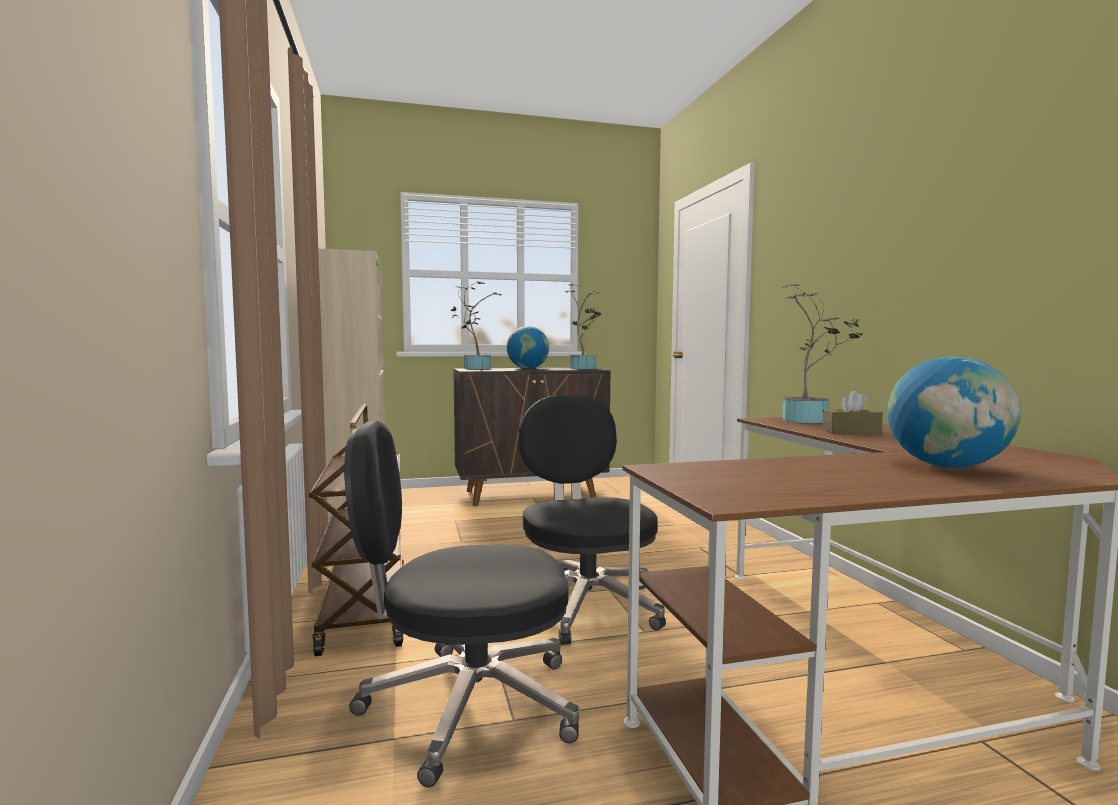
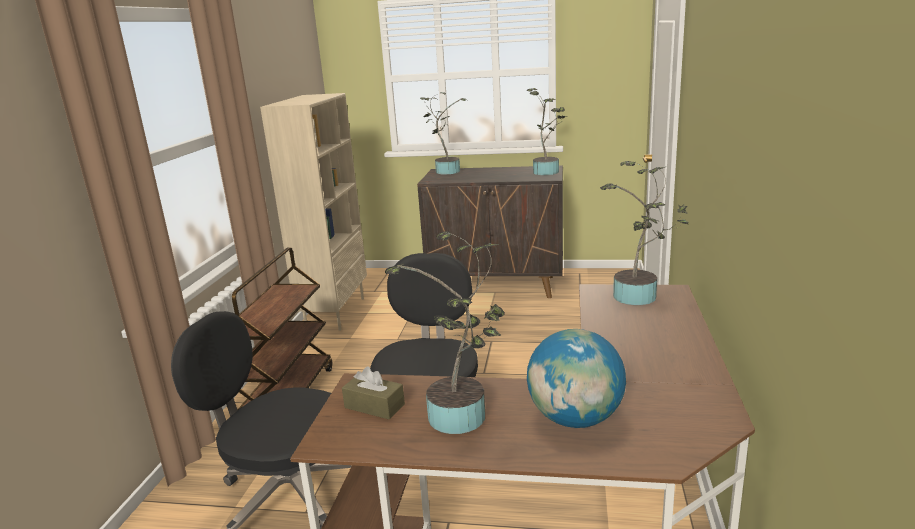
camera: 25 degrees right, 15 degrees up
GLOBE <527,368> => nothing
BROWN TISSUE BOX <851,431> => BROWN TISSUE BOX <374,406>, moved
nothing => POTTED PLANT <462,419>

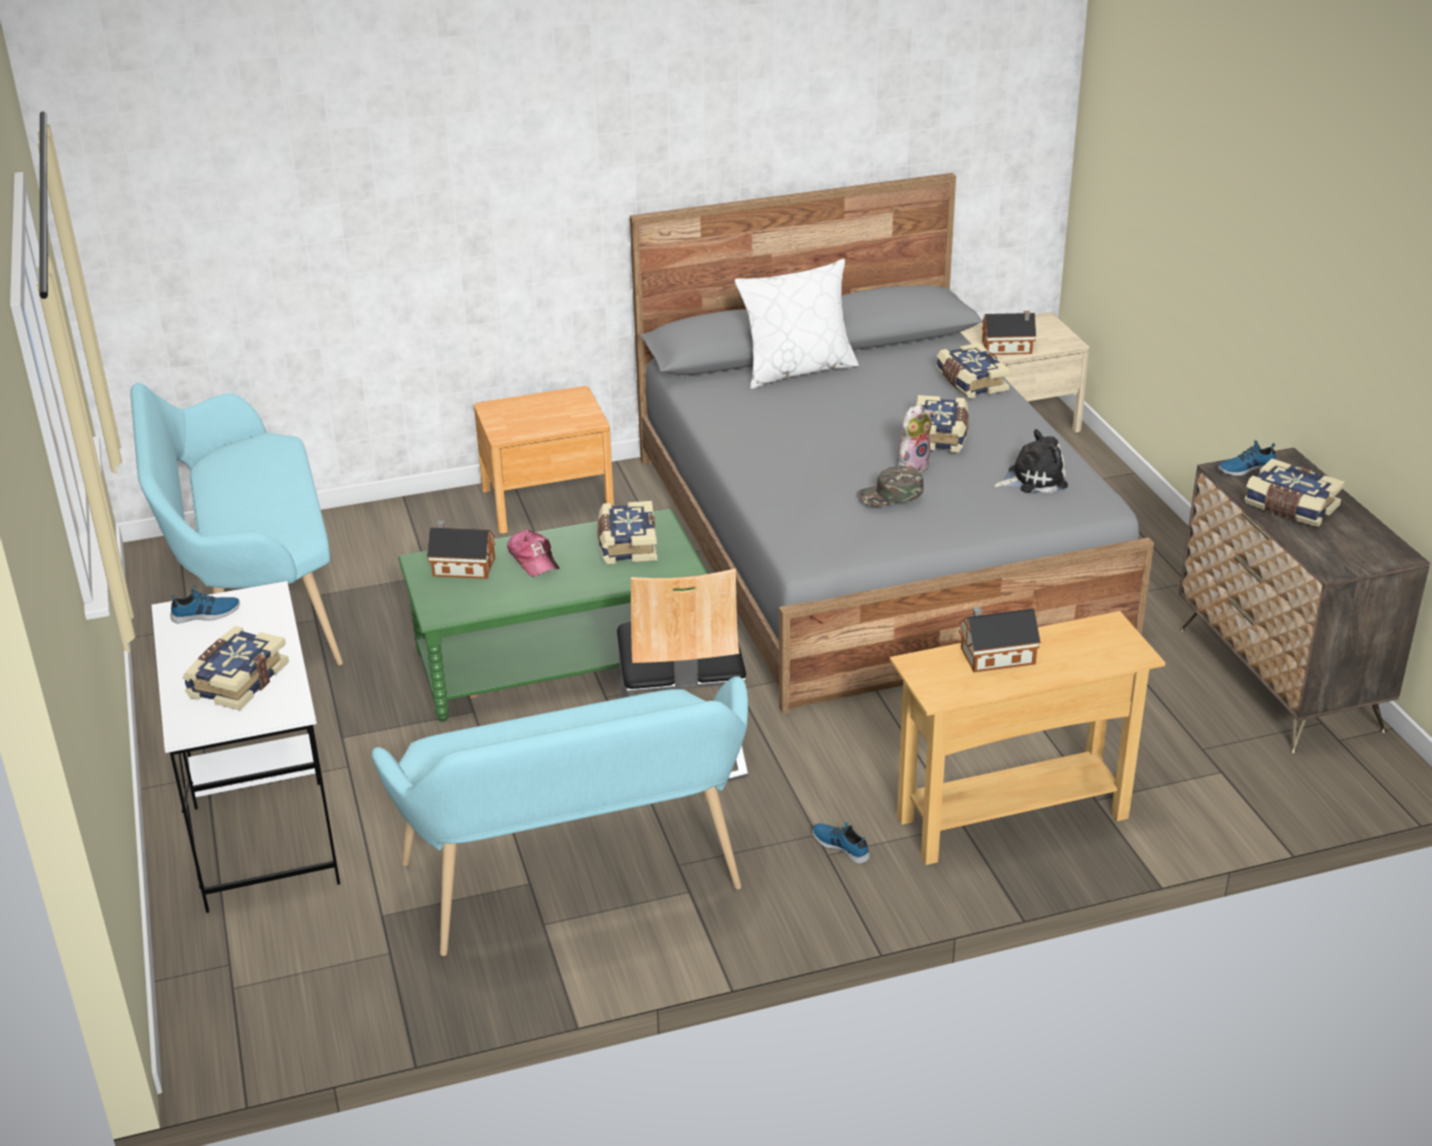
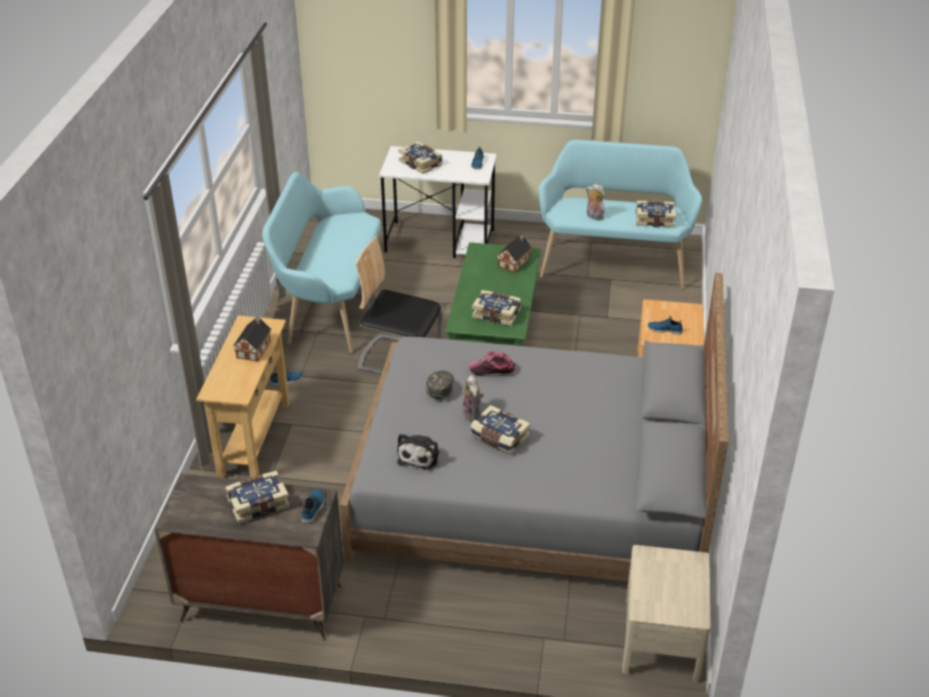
camera: 115 degrees right, 5 degrees up
CAP <533,559> => CAP <492,368>, moved
WHITE PILLOW <797,370> => nothing
BOOK <970,382> => BOOK <654,219>, moved
TOY HOUSE <1009,348> => nothing
nothing => PLUSH TOY <594,217>
nothing => SHOE <665,329>

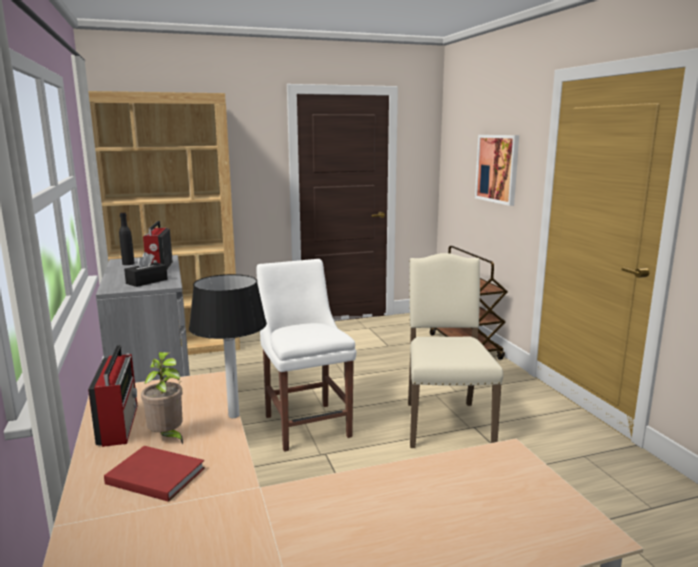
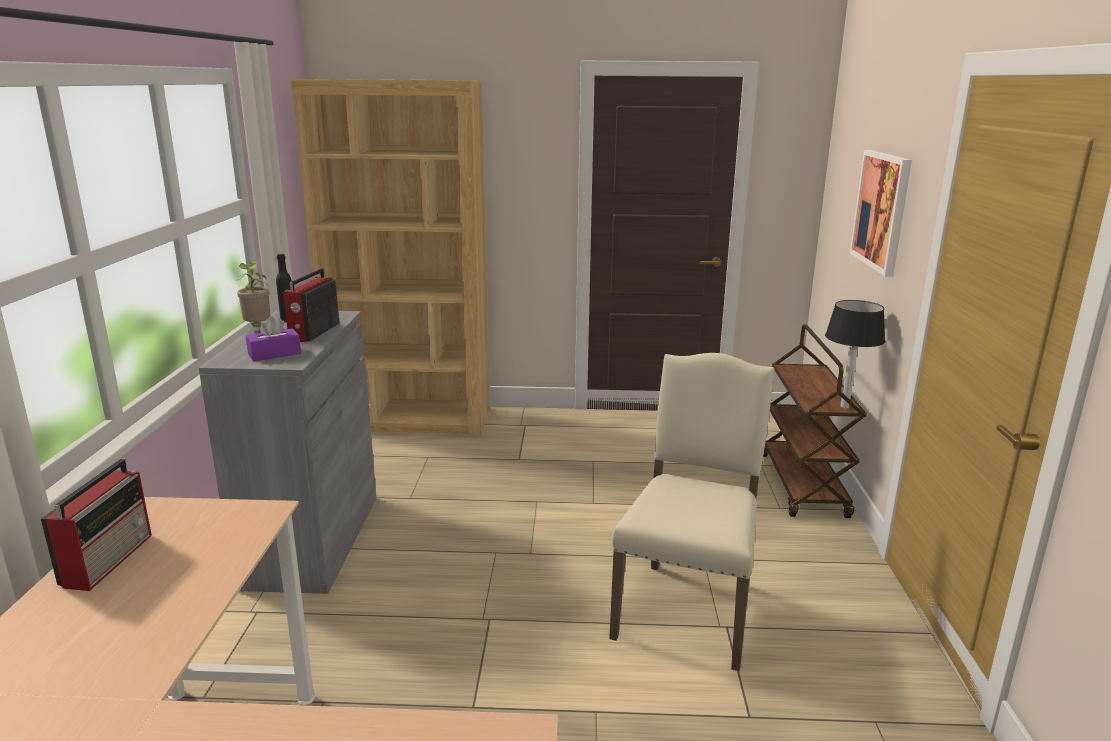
camera: 20 degrees right, 5 degrees up
RED BOOK <155,475> => nothing
BLACK TISSUE BOX <147,281> => PURPLE TISSUE BOX <274,354>
POTTED PLANT <167,438> => POTTED PLANT <258,329>, moved
TABLE LAMP <233,415> => TABLE LAMP <844,406>, moved
WHITE CHAIR <306,423> => nothing

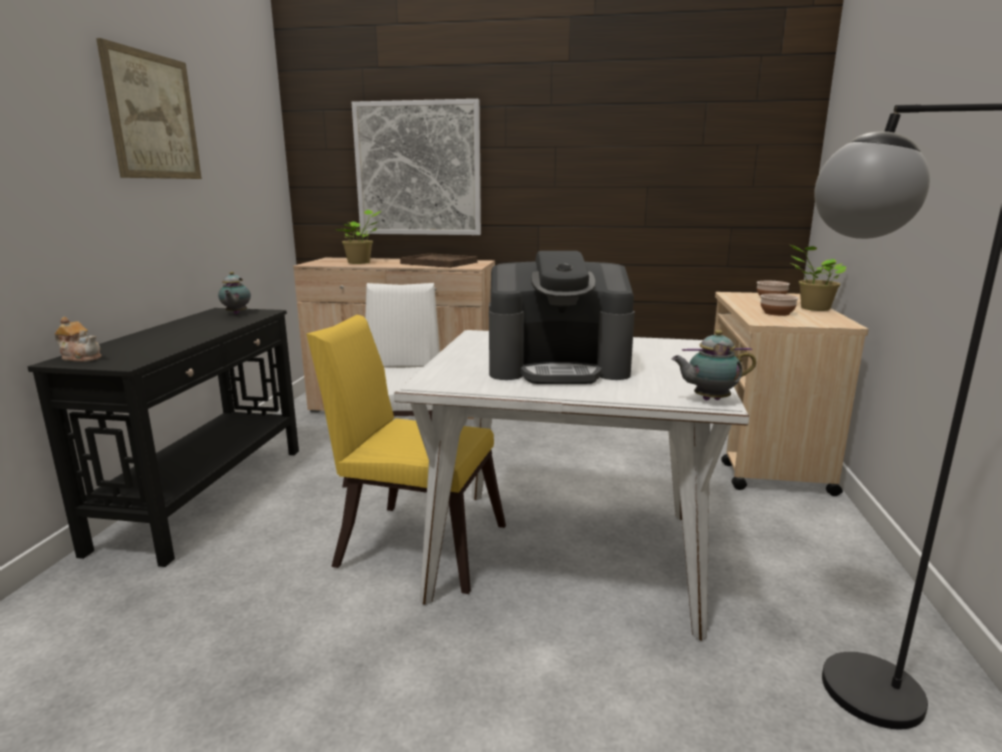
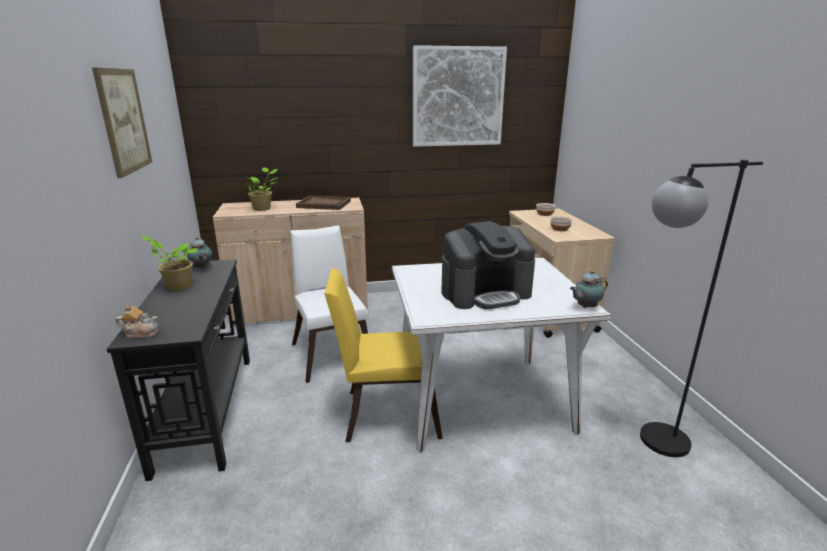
camera: 20 degrees left, 5 degrees up
PICTURE <418,169> => PICTURE <458,97>, moved
POTTED PLANT <812,308> => POTTED PLANT <177,286>, moved

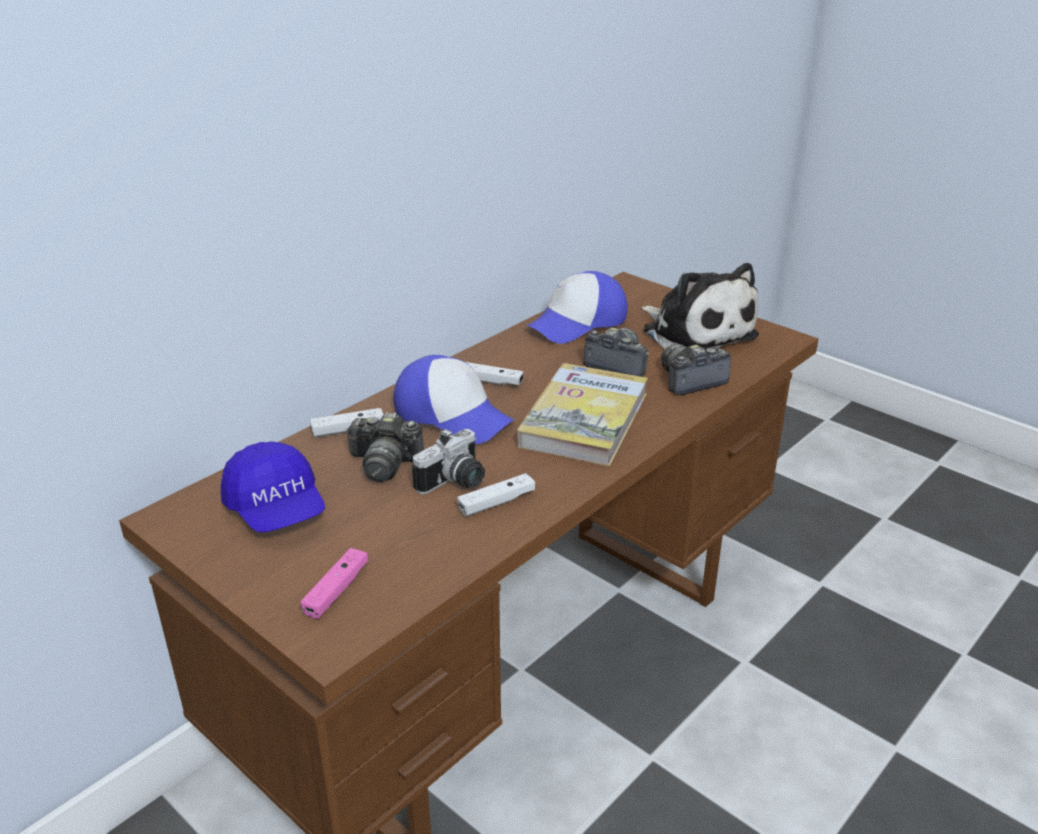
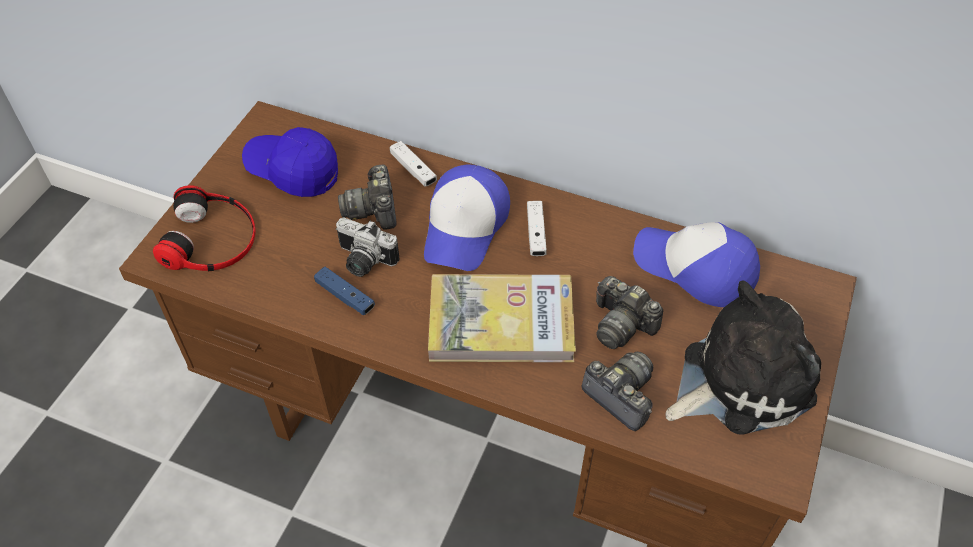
camera: 70 degrees right, 20 degrees up
BLUE CAP <277,509> => BLUE CAP <293,172>, 75 degrees clockwise
PINK GAME CONTROLLER <336,590> => HEADPHONES <211,239>
WHITE GAME CONTROLLER <496,502> => BLUE GAME CONTROLLER <345,296>
PHOTO CAMERA <617,365> => PHOTO CAMERA <621,324>, 120 degrees clockwise
PLUSH TOY <695,332> => PLUSH TOY <739,379>, 150 degrees counterclockwise

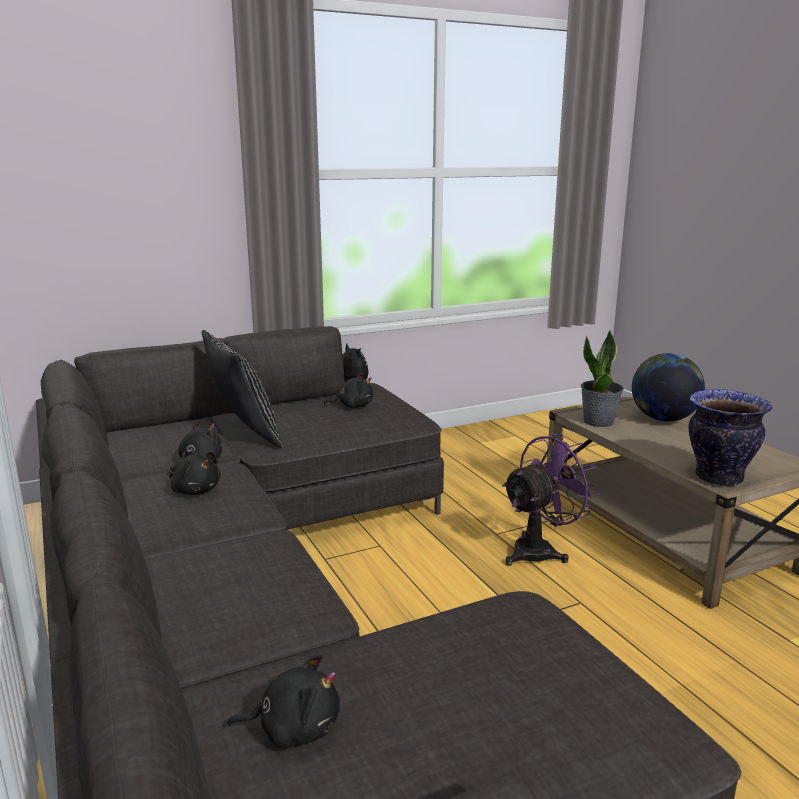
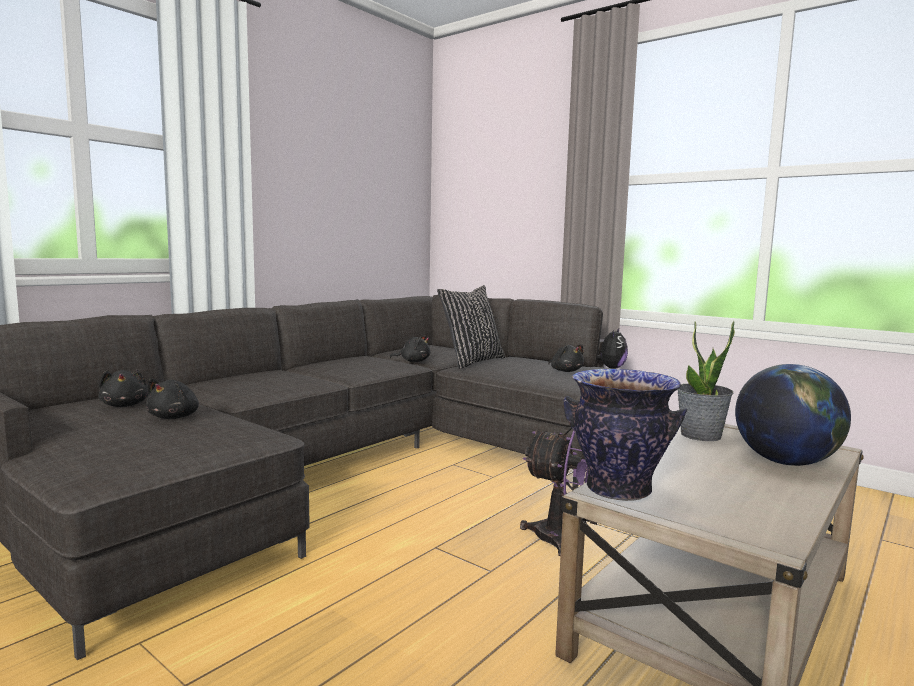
camera: 65 degrees right, 10 degrees down
BLACK PLUSH TOY <195,490> => BLACK PLUSH TOY <175,417>, moved

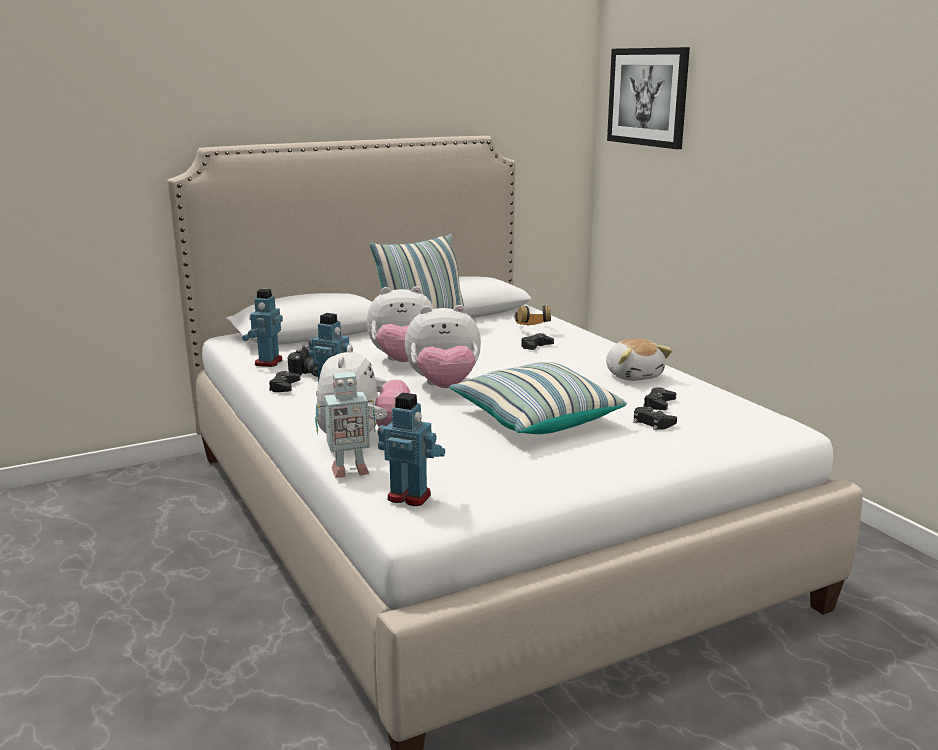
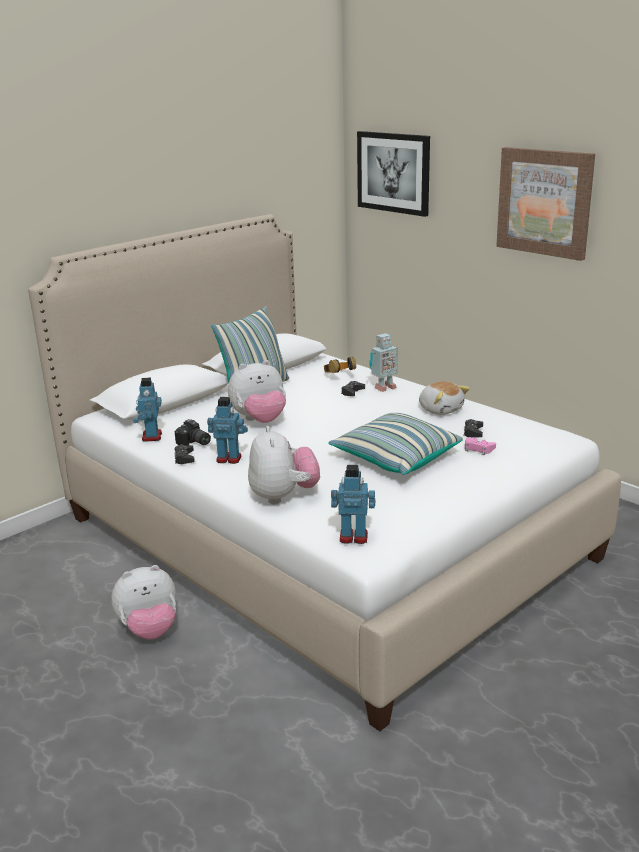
camera: 15 degrees left, 5 degrees up
TOY ROBOT <348,470> => TOY ROBOT <383,388>, moved
PLUSH TOY <444,386> => PLUSH TOY <149,630>, moved
BLACK GAME CONTROLLER <652,423> => PINK GAME CONTROLLER <478,449>
nothing => PICTURE <545,202>

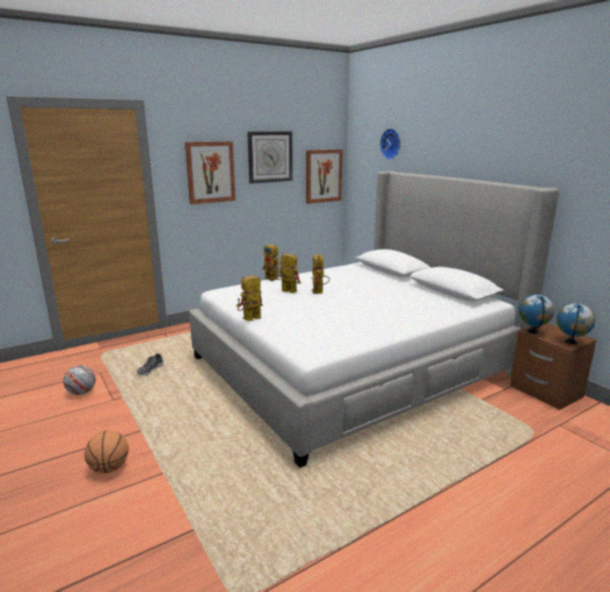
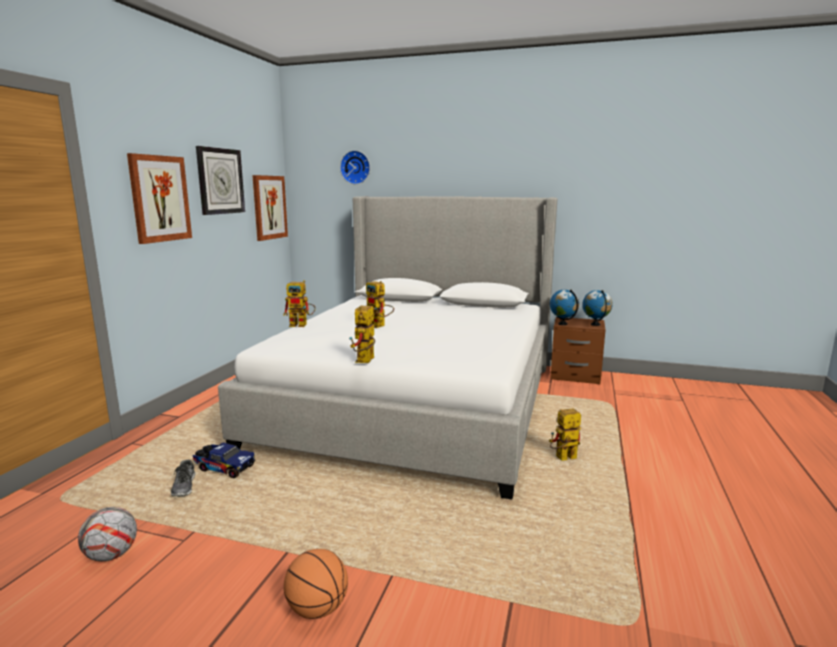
camera: 40 degrees left, 5 degrees down
TOY ROBOT <285,291> => TOY ROBOT <562,459>, moved
nothing => TOY TRUCK <224,468>

